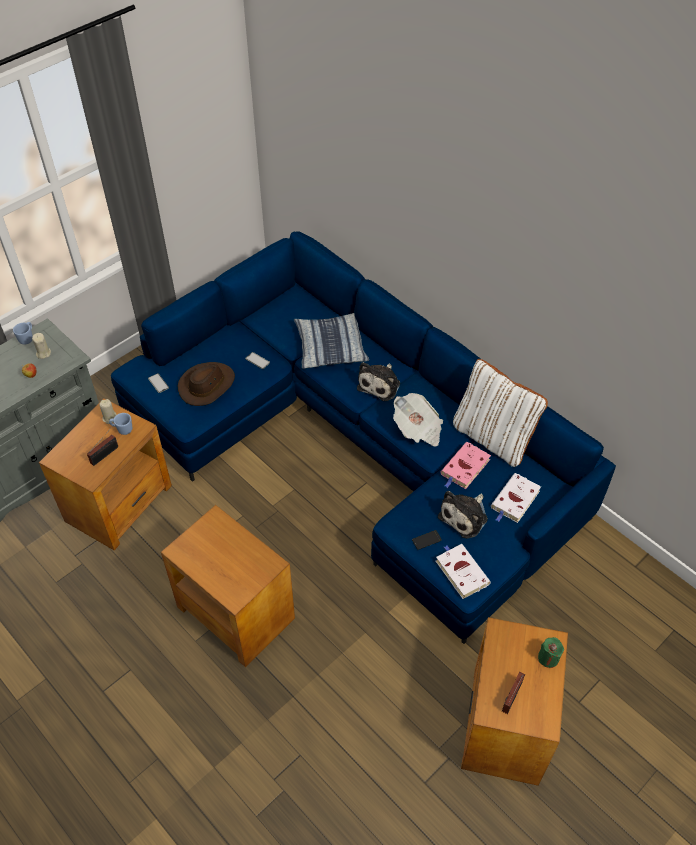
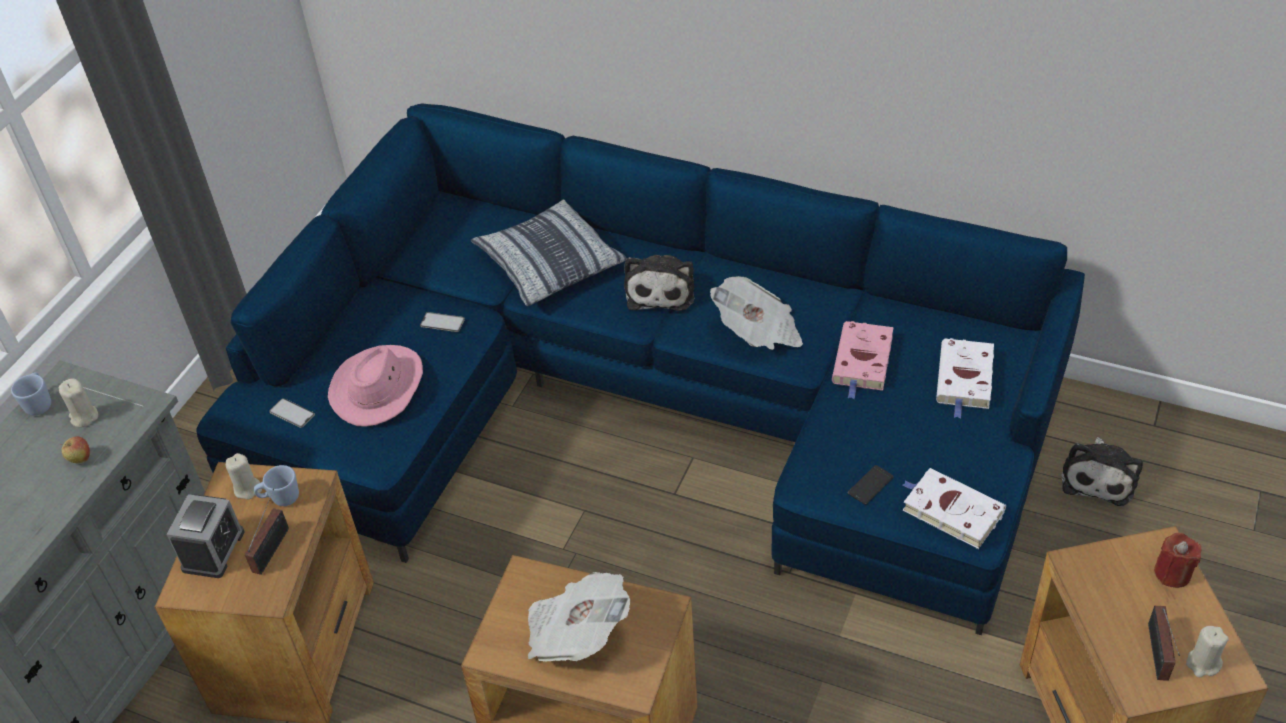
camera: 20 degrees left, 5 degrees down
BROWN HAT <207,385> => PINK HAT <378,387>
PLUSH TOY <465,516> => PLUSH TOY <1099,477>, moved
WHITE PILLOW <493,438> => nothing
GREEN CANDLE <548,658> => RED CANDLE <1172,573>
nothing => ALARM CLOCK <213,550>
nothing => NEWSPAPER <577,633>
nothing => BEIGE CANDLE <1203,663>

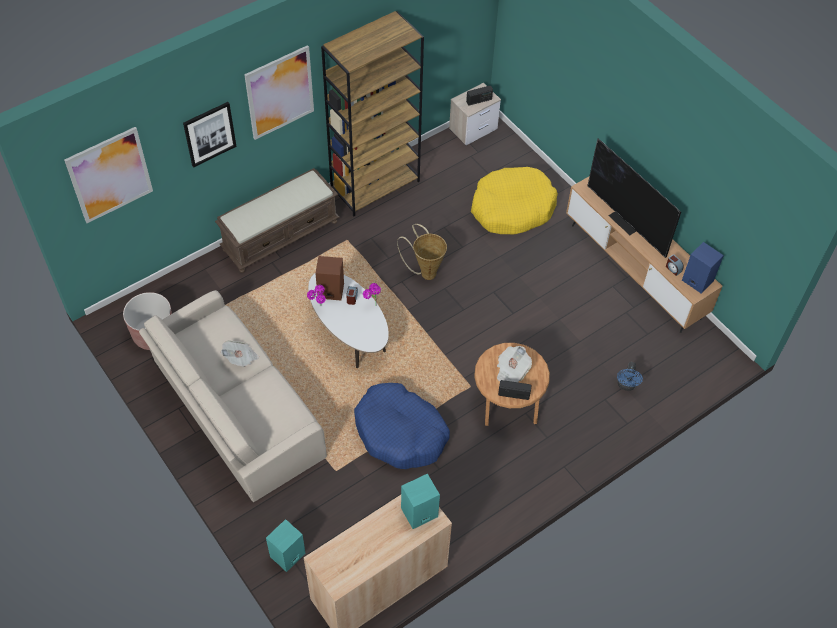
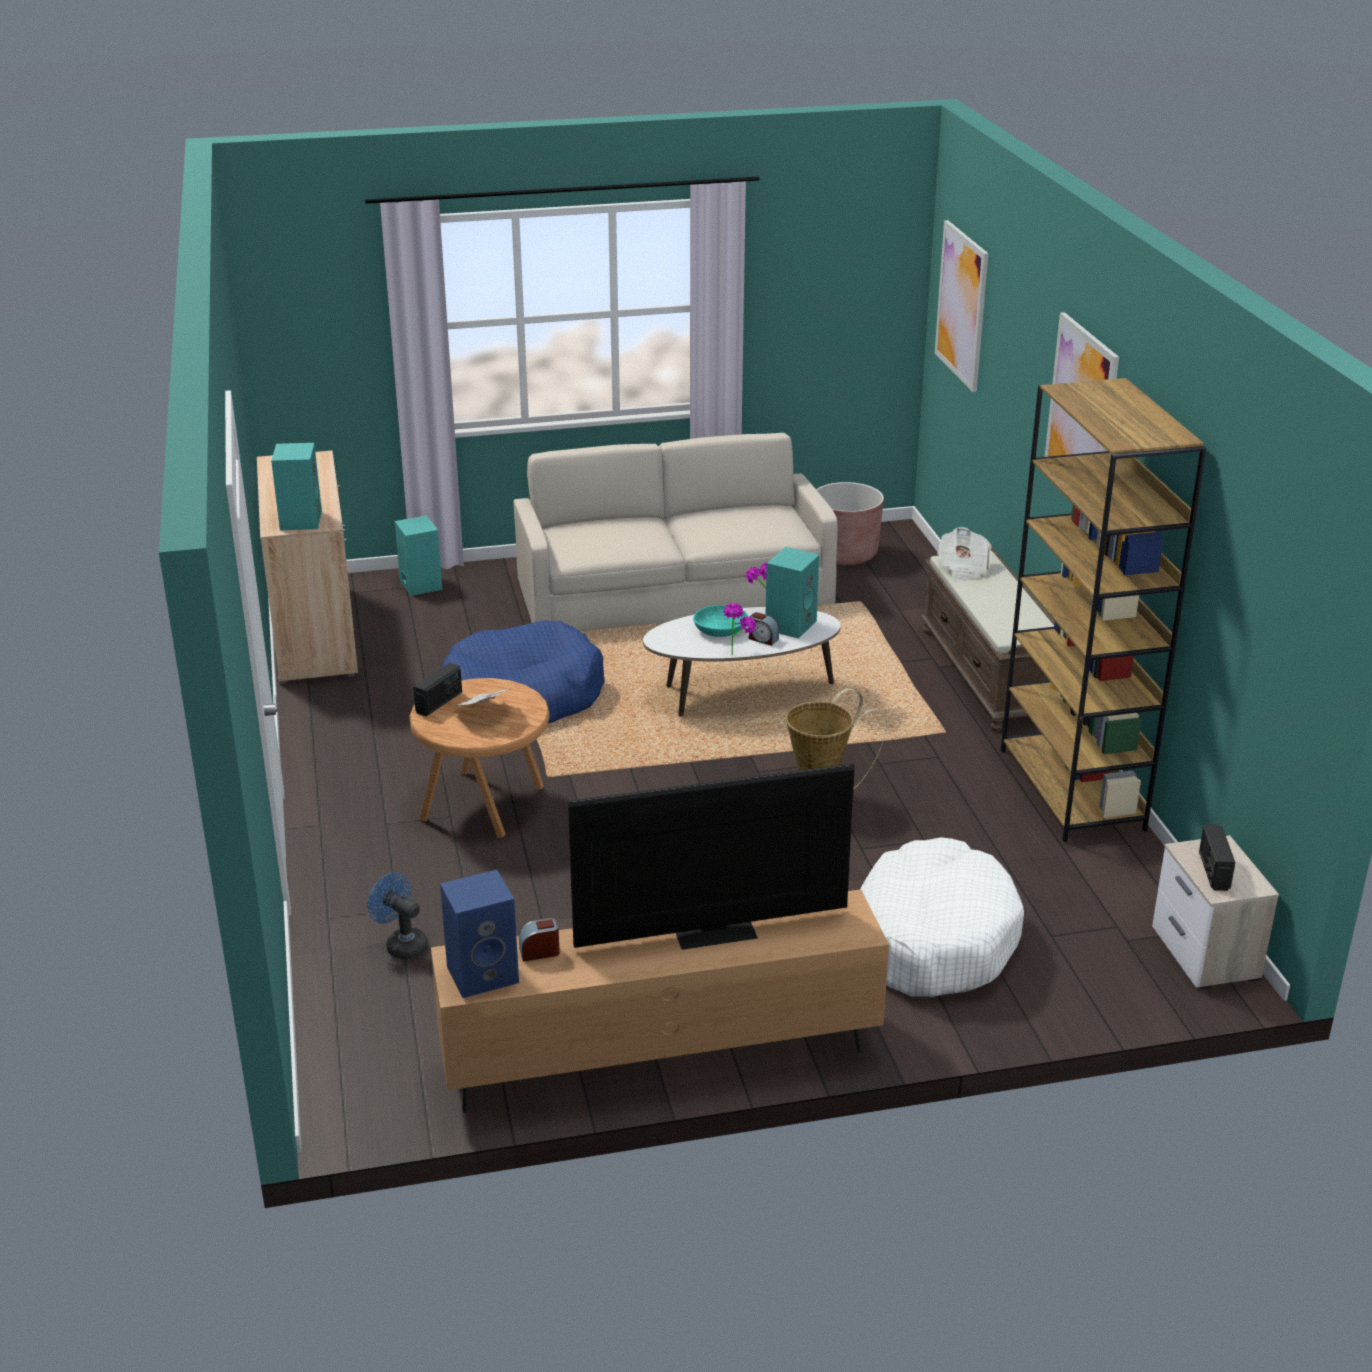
camera: 115 degrees right, 25 degrees down
PICTURE <209,134> => nothing
NEWSPAPER <241,358> => NEWSPAPER <963,569>, moved
BROWN SPEAKER <330,291> => TURQUOISE SPEAKER <790,624>
YELLOW DOG BED <512,208> => WHITE DOG BED <933,939>
nothing => TURQUOISE BOWL <721,628>

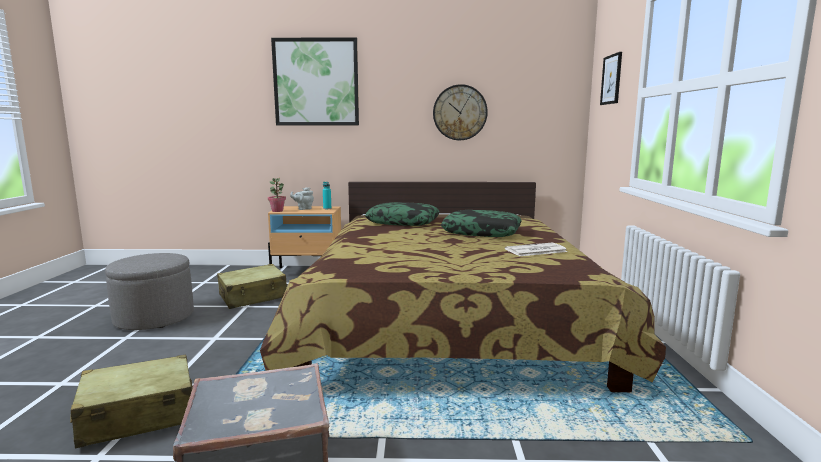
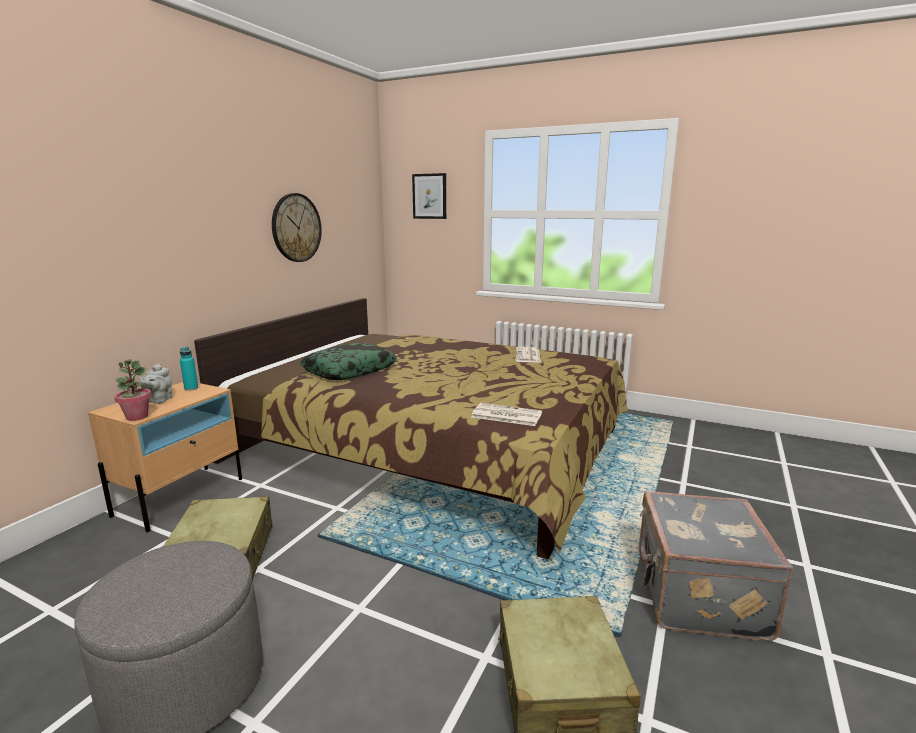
camera: 65 degrees left, 5 degrees up
PICTURE <316,82> => nothing
PILLOW <481,232> => nothing
nothing => NEWSPAPER <505,415>

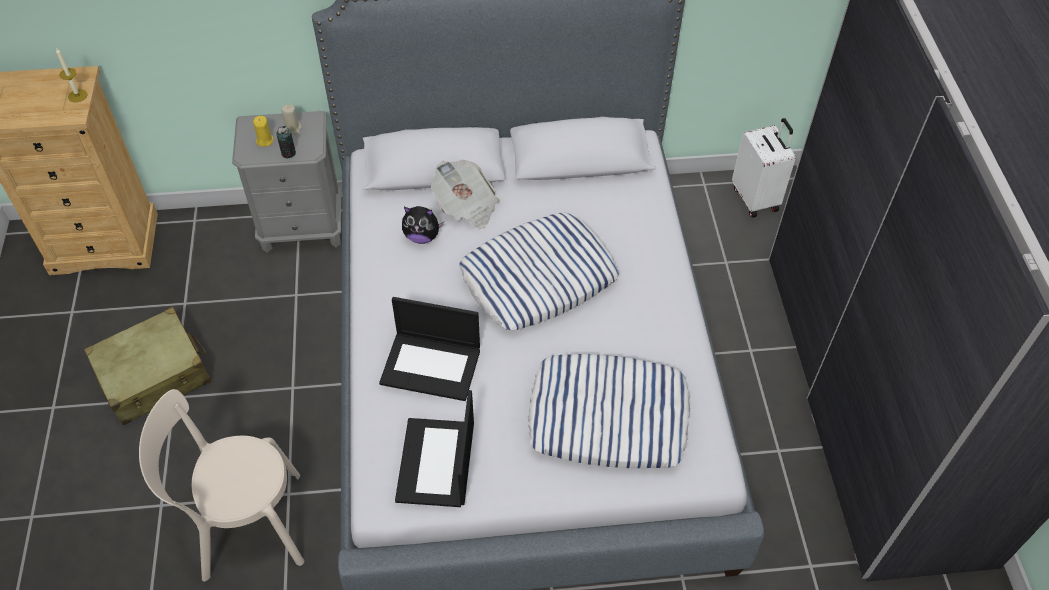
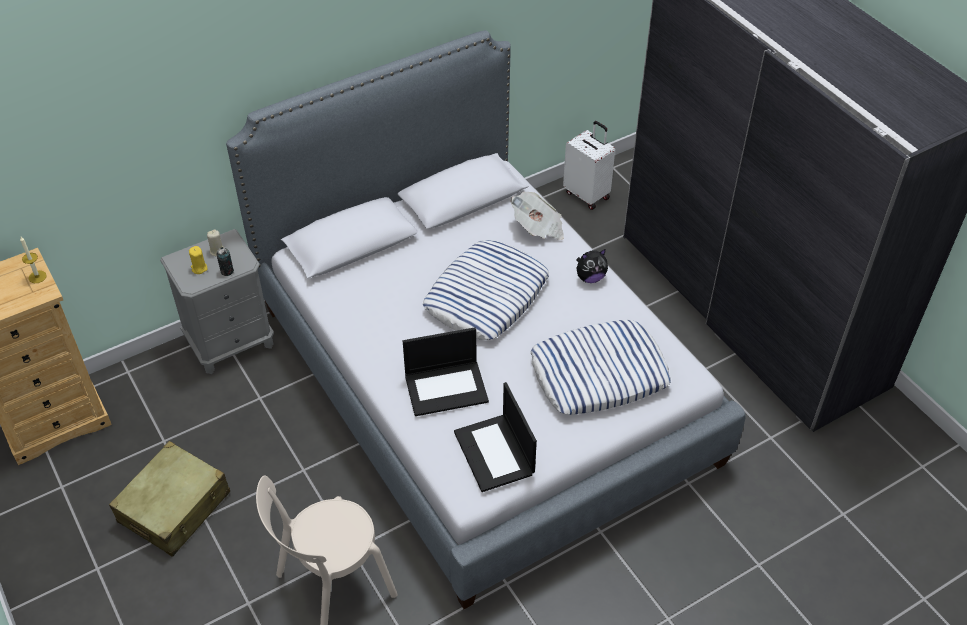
camera: 25 degrees left, 5 degrees down
PLUSH TOY <422,236> => PLUSH TOY <590,277>, moved
NEWSPAPER <466,206> => NEWSPAPER <538,228>, moved

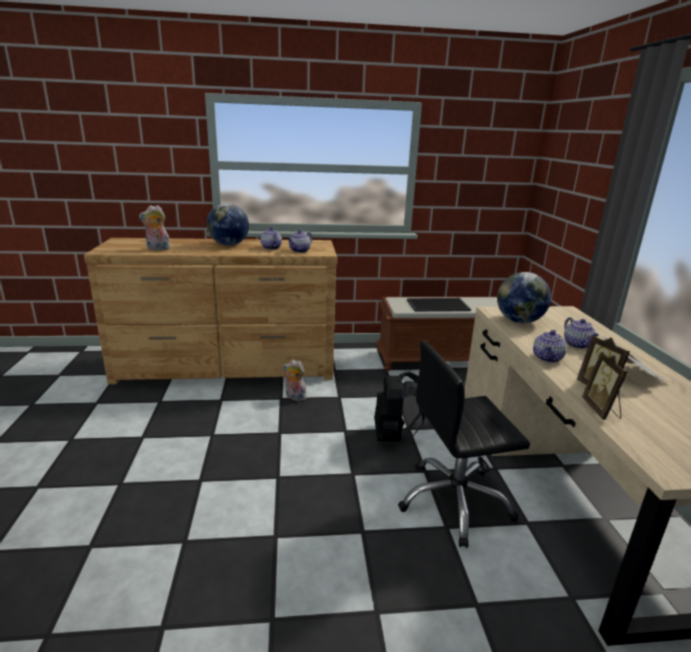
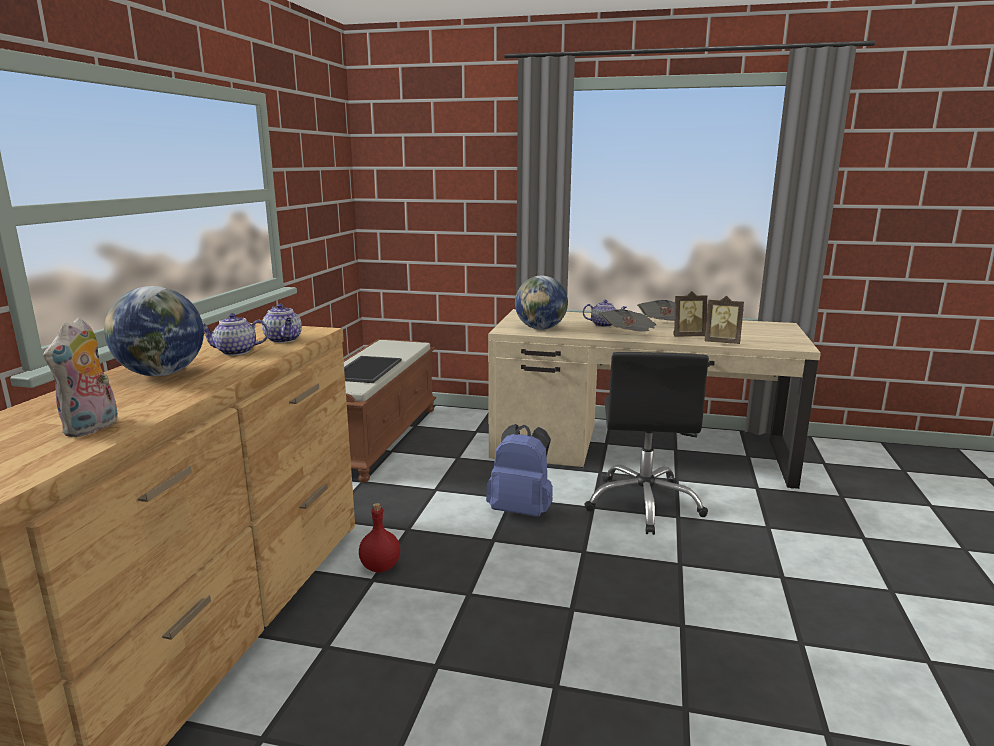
camera: 70 degrees left, 5 degrees down
PLUSH TOY <294,397> => RED BOTTLE <380,566>
BLACK BACKPACK <394,436> => BLUE BACKPACK <522,510>
TEAPOT <547,358> => NEWSPAPER <628,336>

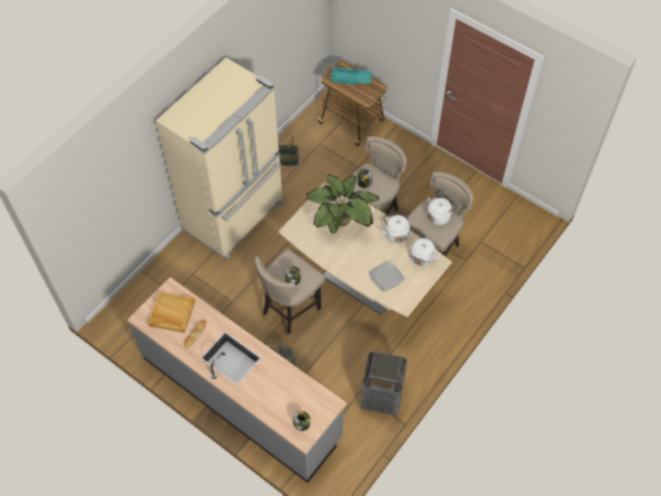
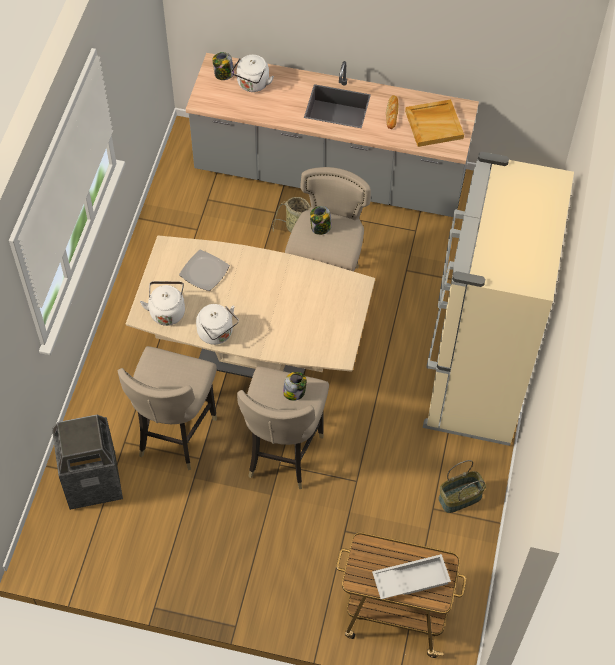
camera: 155 degrees right, 0 degrees up
POTTED PLANT <342,223> => nothing
TURQUOISE TRAY <350,79> => WHITE TRAY <411,578>
TRASH CAN <382,396> => TRASH CAN <92,481>, moved
WHITE KETTLE <439,216> => WHITE KETTLE <252,85>, moved

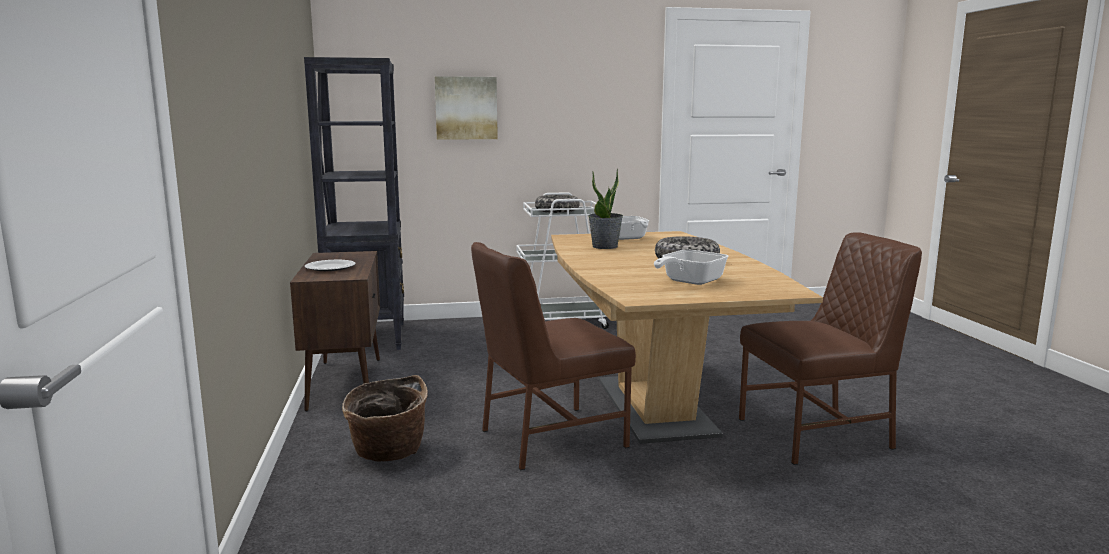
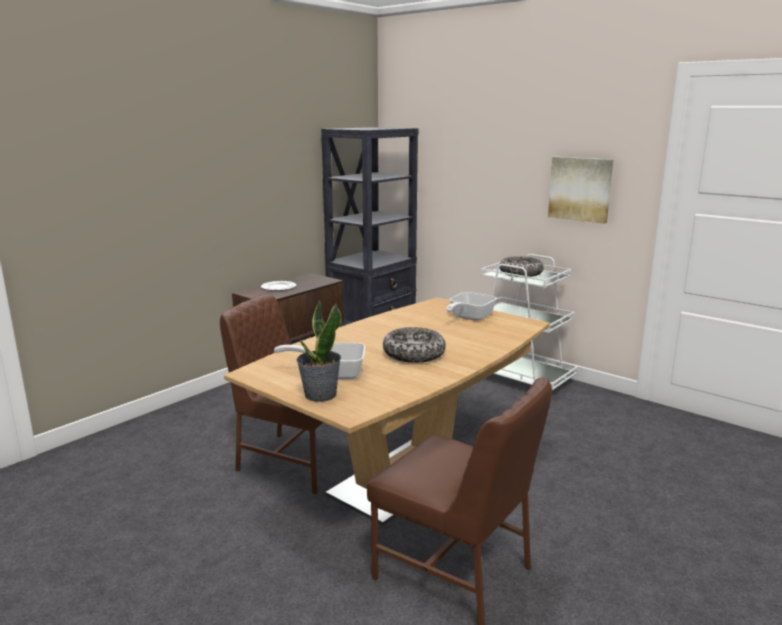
camera: 50 degrees right, 5 degrees up
BASKET <388,453> => nothing
PICTURE <466,108> => PICTURE <580,189>, moved
POTTED PLANT <605,246> => POTTED PLANT <320,395>, moved

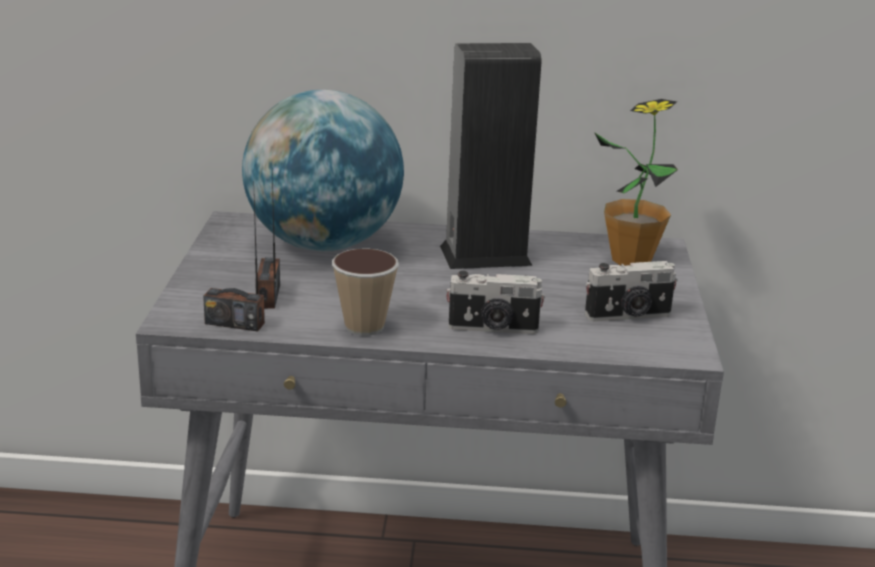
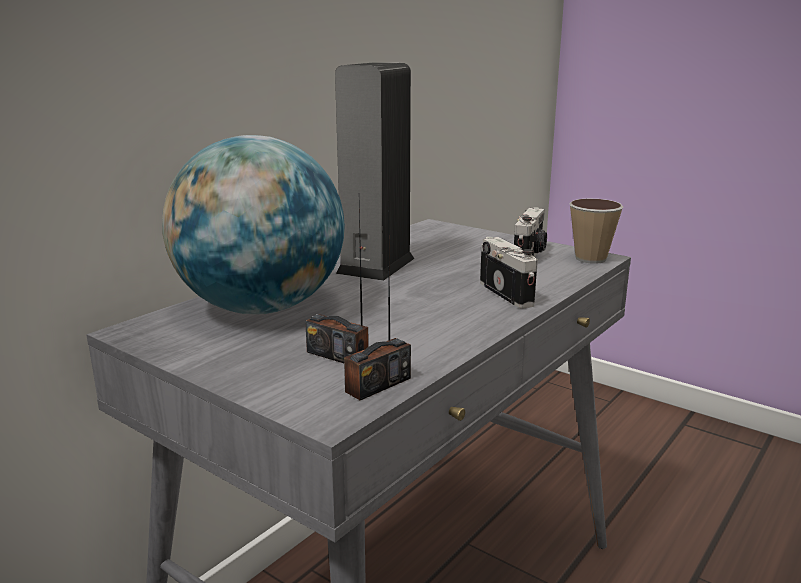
camera: 55 degrees left, 5 degrees down
CUP <364,326> => CUP <590,259>, moved
PHOTO CAMERA <493,328> => PHOTO CAMERA <508,293>, 60 degrees counterclockwise
POTTED PLANT <631,259> => nothing

